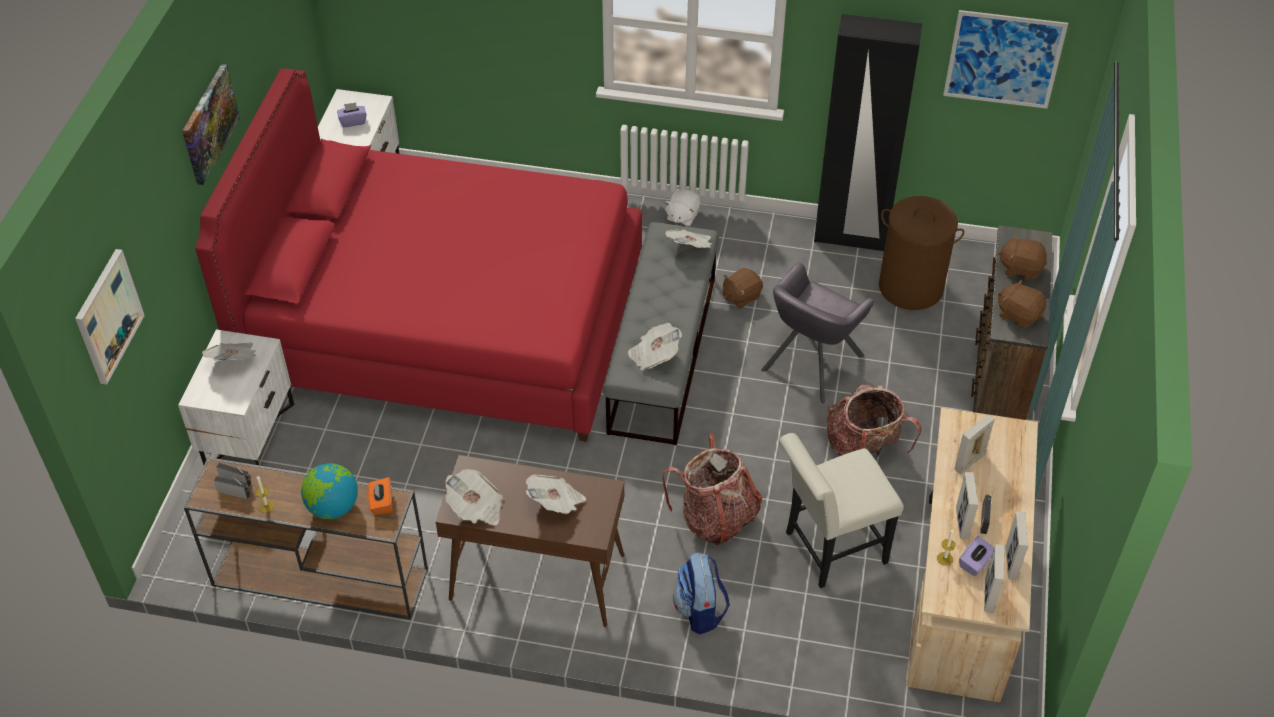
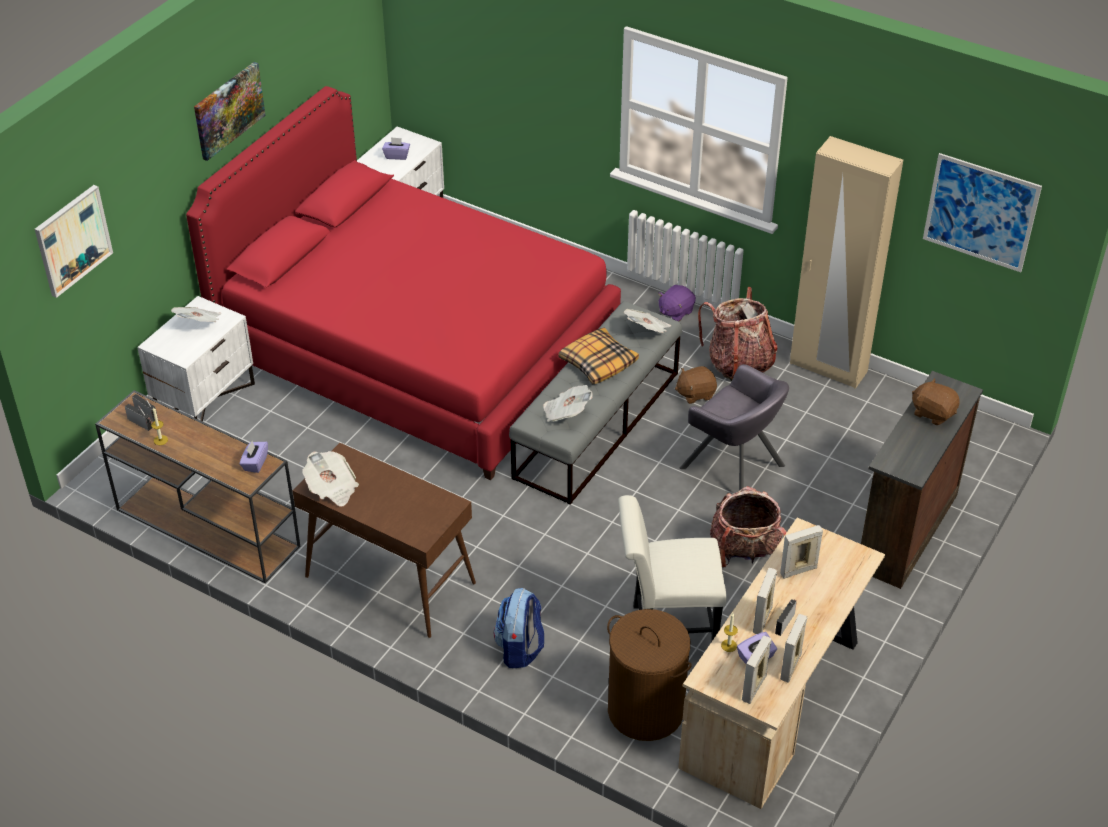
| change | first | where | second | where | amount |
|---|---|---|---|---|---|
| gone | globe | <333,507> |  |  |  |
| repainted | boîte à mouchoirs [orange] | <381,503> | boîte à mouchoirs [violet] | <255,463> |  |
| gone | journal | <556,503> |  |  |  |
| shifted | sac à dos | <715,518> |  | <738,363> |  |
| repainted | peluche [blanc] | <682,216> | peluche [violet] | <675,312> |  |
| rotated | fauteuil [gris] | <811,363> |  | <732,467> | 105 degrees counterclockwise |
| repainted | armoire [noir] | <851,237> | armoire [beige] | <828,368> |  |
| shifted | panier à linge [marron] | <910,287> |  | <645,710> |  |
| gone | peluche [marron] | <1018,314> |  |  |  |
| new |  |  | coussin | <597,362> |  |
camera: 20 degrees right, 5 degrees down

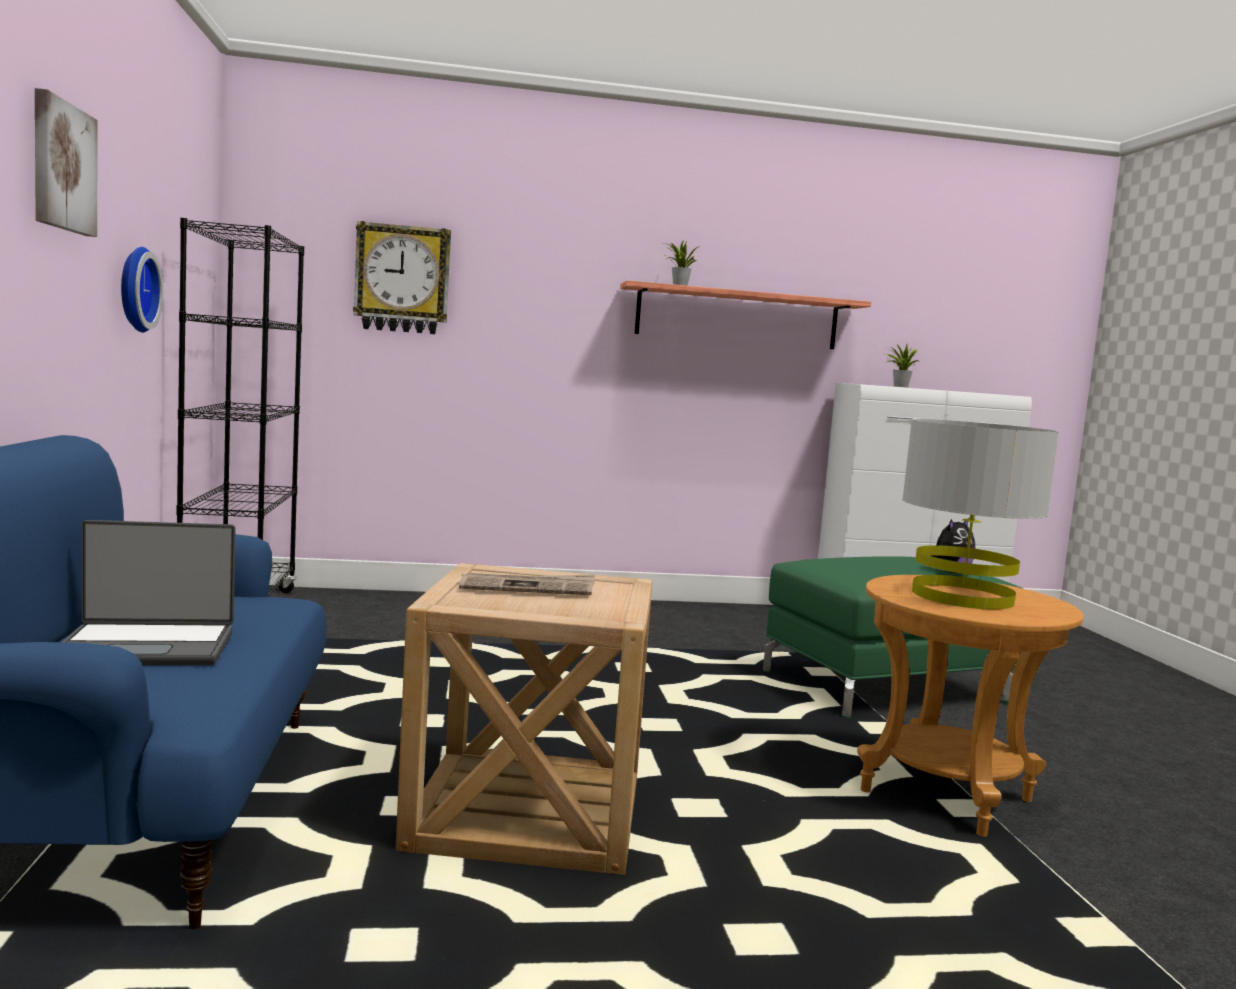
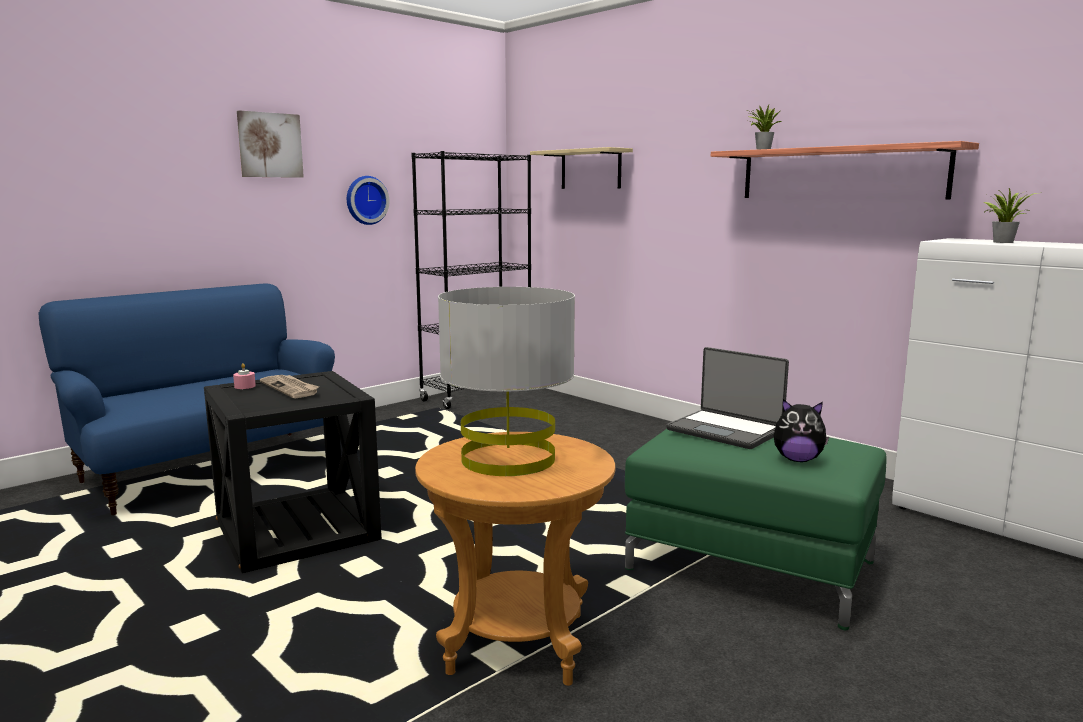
| change | first | where | second | where | amount |
|---|---|---|---|---|---|
| shifted | ordinateur portable | <147,647> |  | <726,430> |  |
| swapped | horloge murale | <402,279> | étagère [beige] | <590,169> |  |
| repainted | table d'appoint [beige] | <527,814> | table d'appoint [noir] | <296,531> |  |
| new |  |  | bougie [rose] | <245,386> |  |
camera: 55 degrees right, 5 degrees up

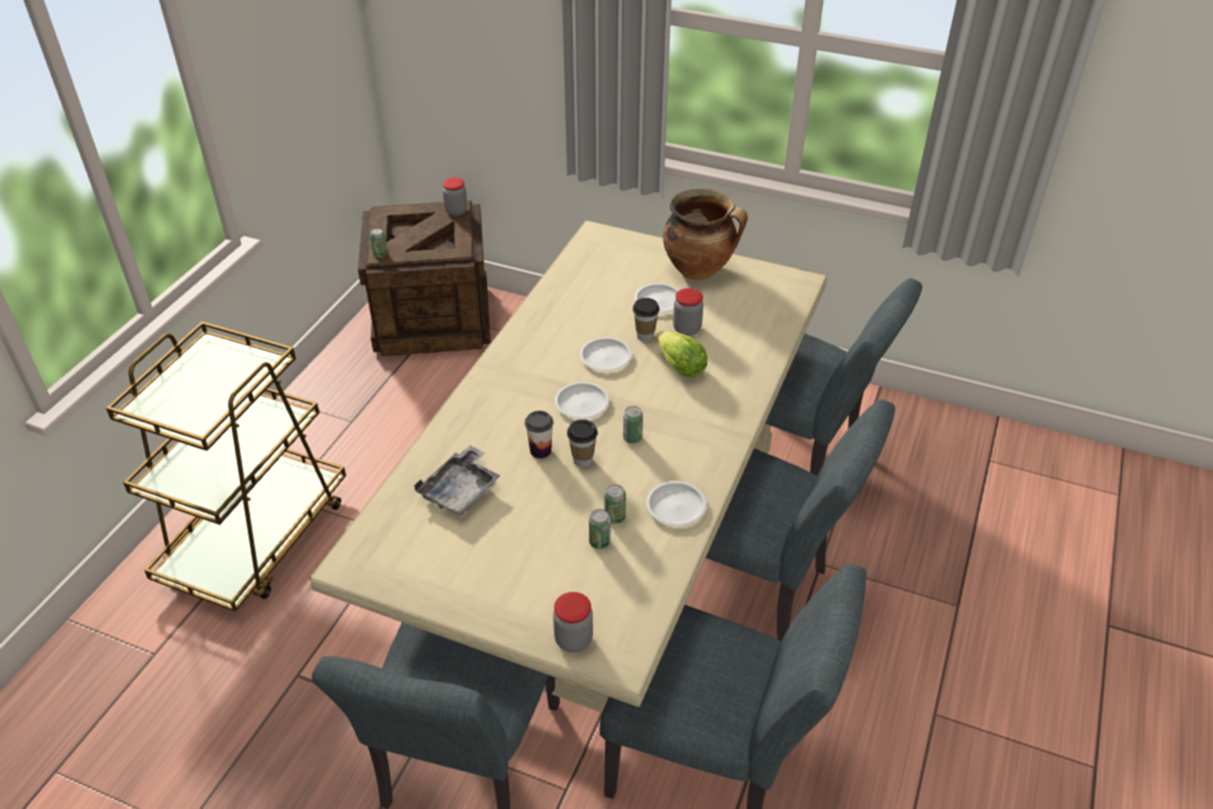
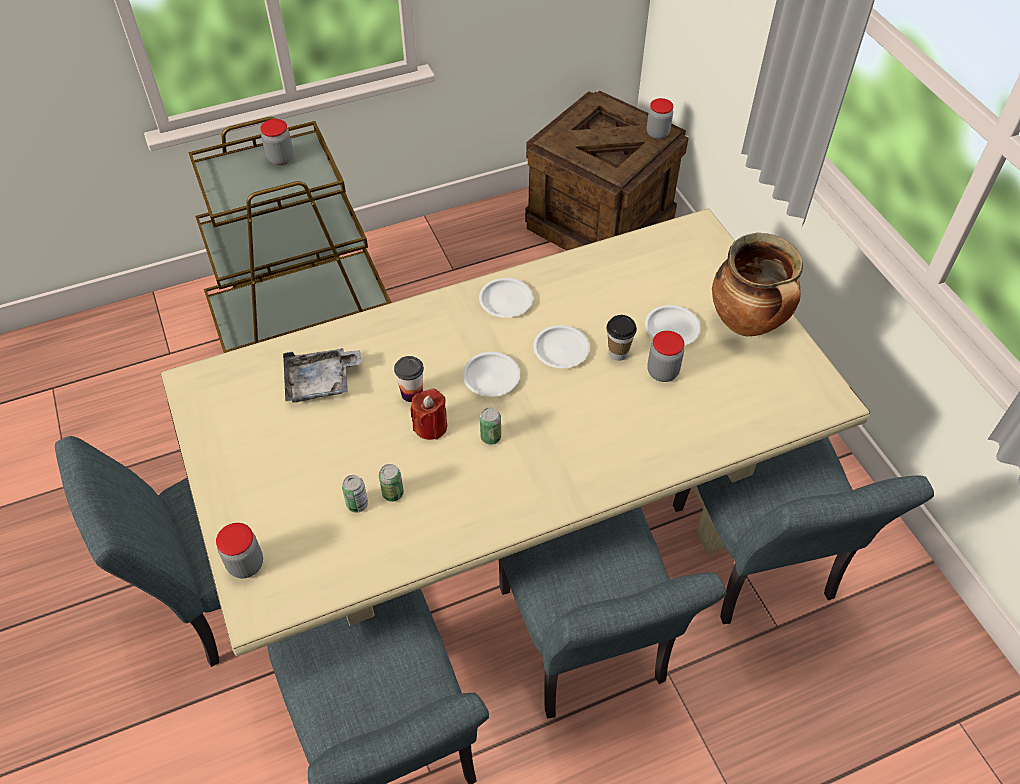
| change | first | where | second | where | amount |
|---|---|---|---|---|---|
| gone | boîte métallique | <380,254> |  |  |  |
| swapped | tasse | <582,460> | bougie [rouge] | <430,426> |  |
| shifted | assiette [blanc] | <676,507> |  | <505,301> |  |
| gone | laitue | <677,366> |  |  |  |
| new |  |  | bocal | <280,158> |  |
camera: 45 degrees right, 10 degrees up

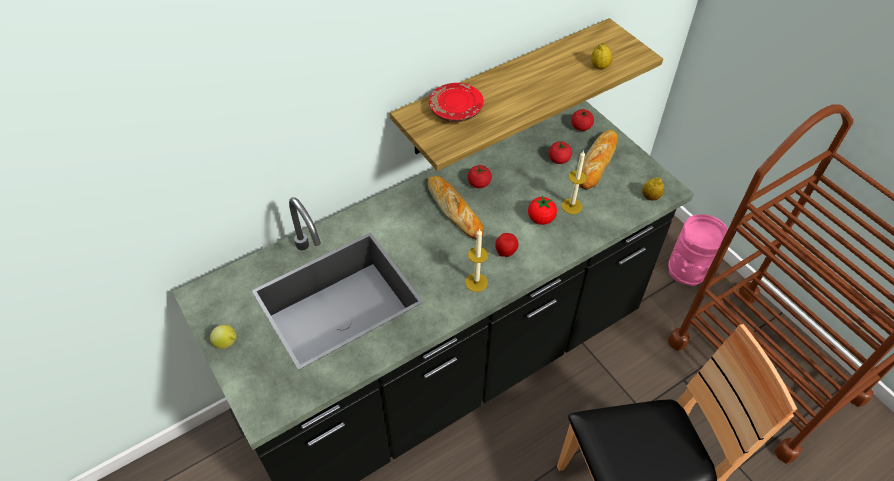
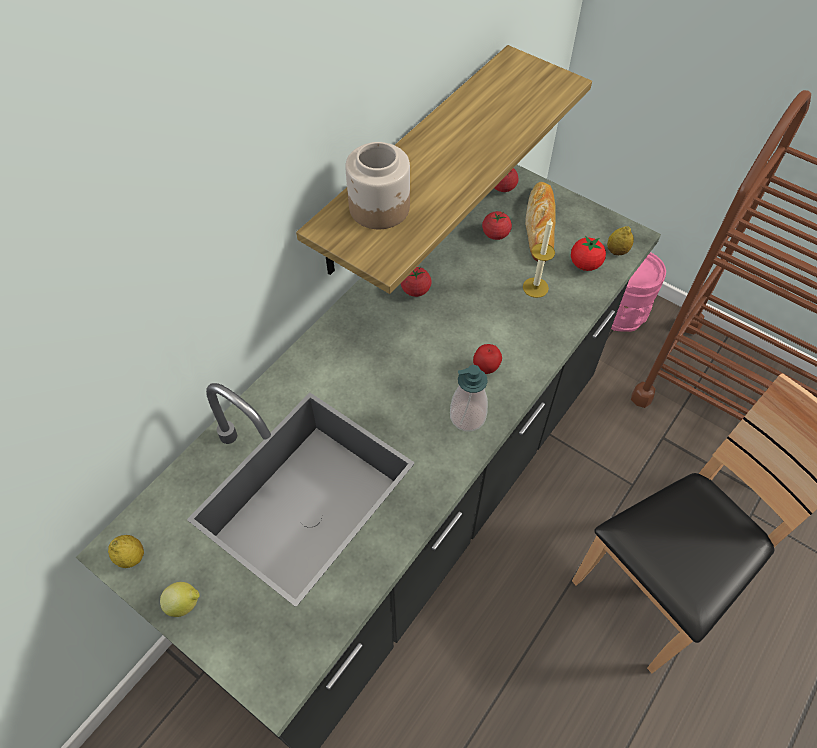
| change | first | where | second | where | amount |
|---|---|---|---|---|---|
| gone | pain | <454,210> |  |  |  |
| swapped | assiette [rouge] | <456,110> | bocal | <380,208> |  |
| swapped | bougie | <476,282> | distributeur de savon | <467,417> |  |
| shifted | tomate | <541,219> |  | <585,264> |  |
| shifted | citron | <599,66> |  | <131,557> |  |
camera: 20 degrees left, 5 degrees up

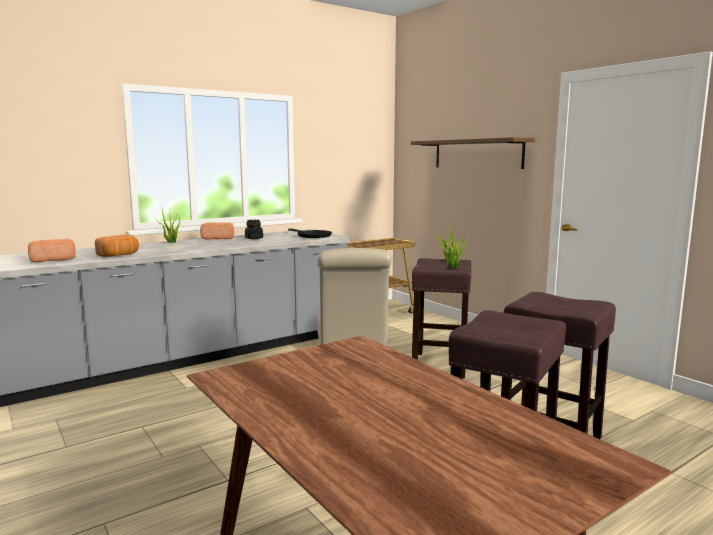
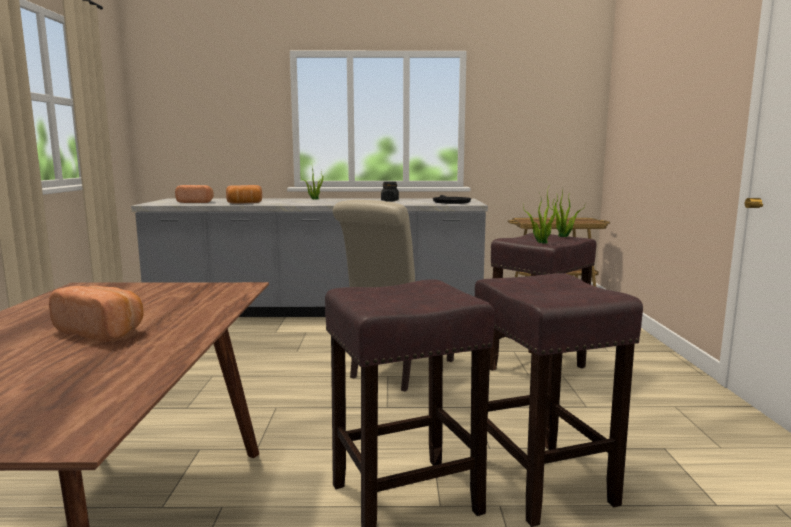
| change | first | where | second | where | amount |
|---|---|---|---|---|---|
| shifted | pain | <218,238> |  | <103,332> |  |
| gone | étagère [marron] | <477,154> |  |  |  |
camera: 35 degrees right, 0 degrees up

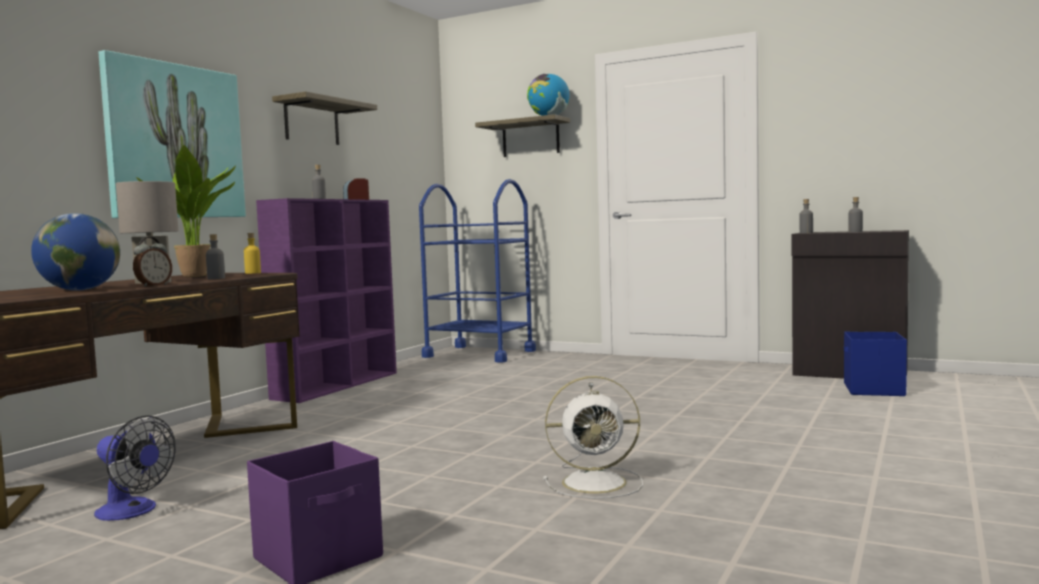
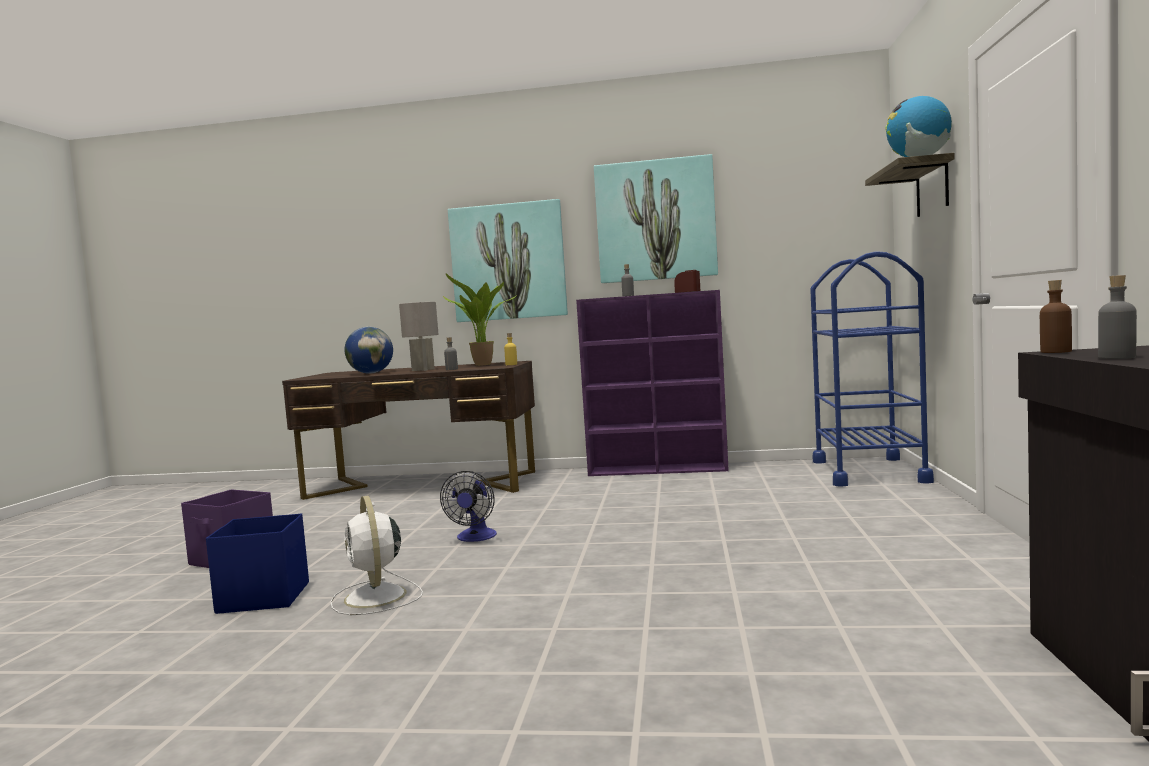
| change | first | where | second | where | amount |
|---|---|---|---|---|---|
| shifted | ventilateur | <133,511> |  | <475,538> |  |
| gone | réveil | <153,285> |  |  |  |
| swapped | étagère | <312,122> | tableau | <655,220> |  |
| repainted | bouteille [gris] | <806,233> | bouteille [marron] | <1055,351> |  |
| shifted | boîte de rangement [bleu] | <873,390> |  | <262,597> |  |
camera: 70 degrees right, 0 degrees up

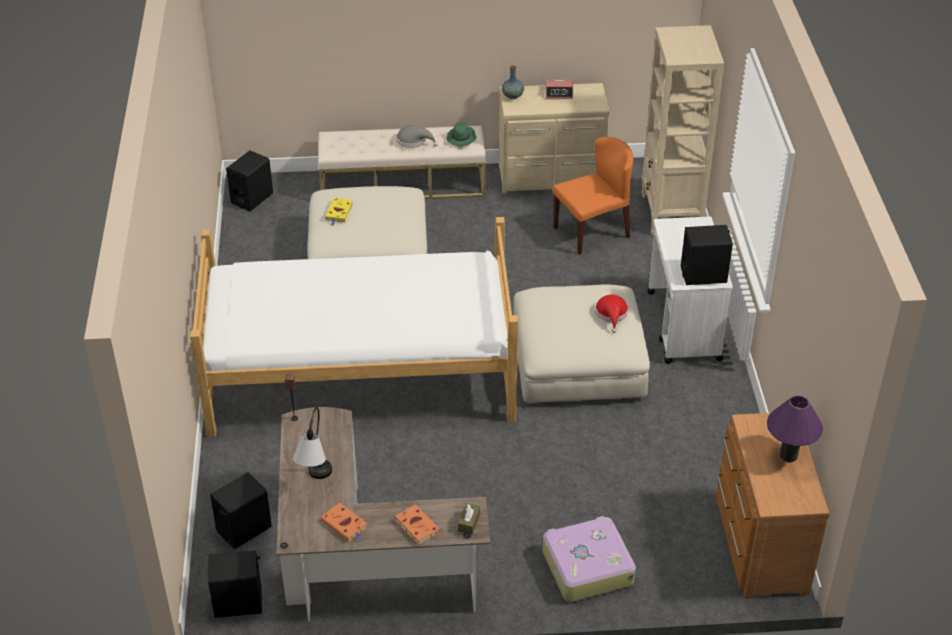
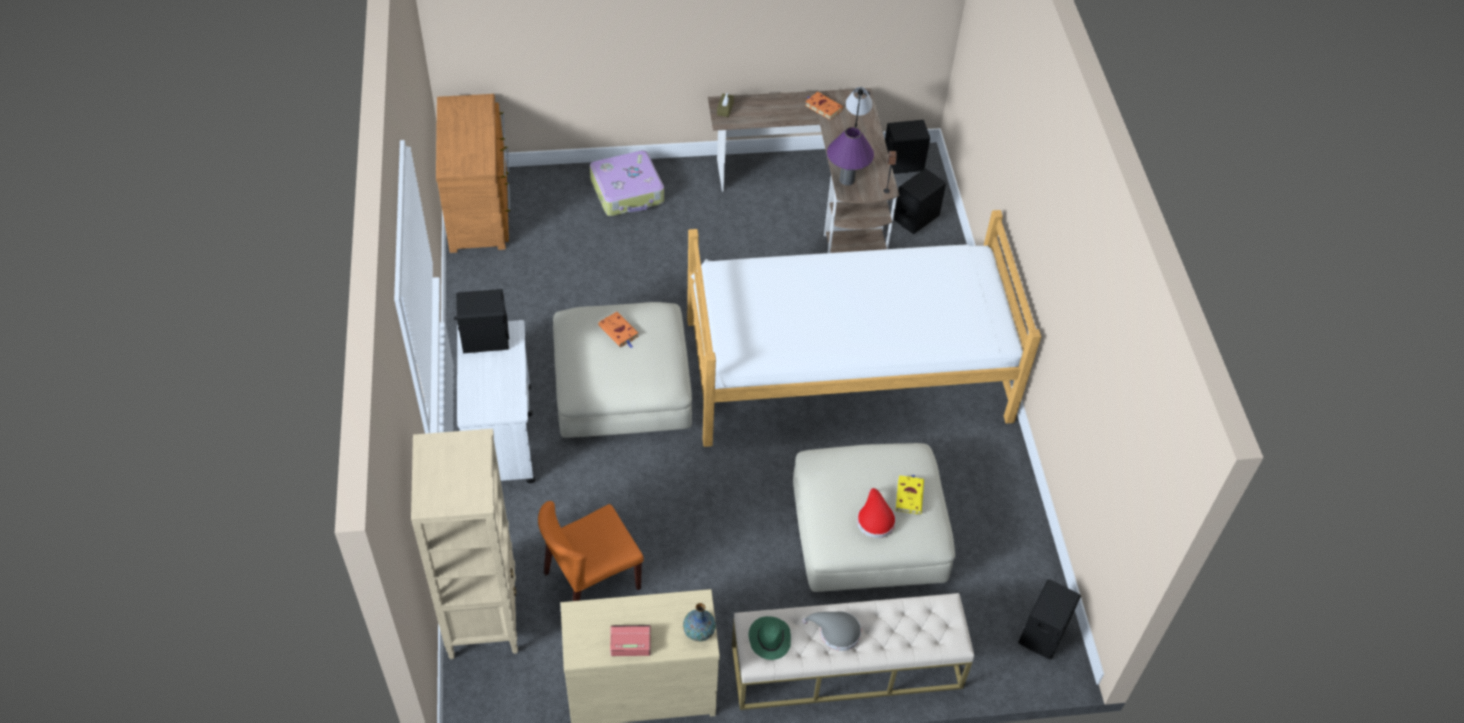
| change | first | where | second | where | amount |
|---|---|---|---|---|---|
| shifted | livre [orange] | <416,526> |  | <619,332> |  |
| shifted | chapeau [rouge] | <612,314> |  | <875,519> |  |
| shifted | lampe de table [violet] | <788,455> |  | <846,180> |  |
camera: 175 degrees right, 10 degrees up

